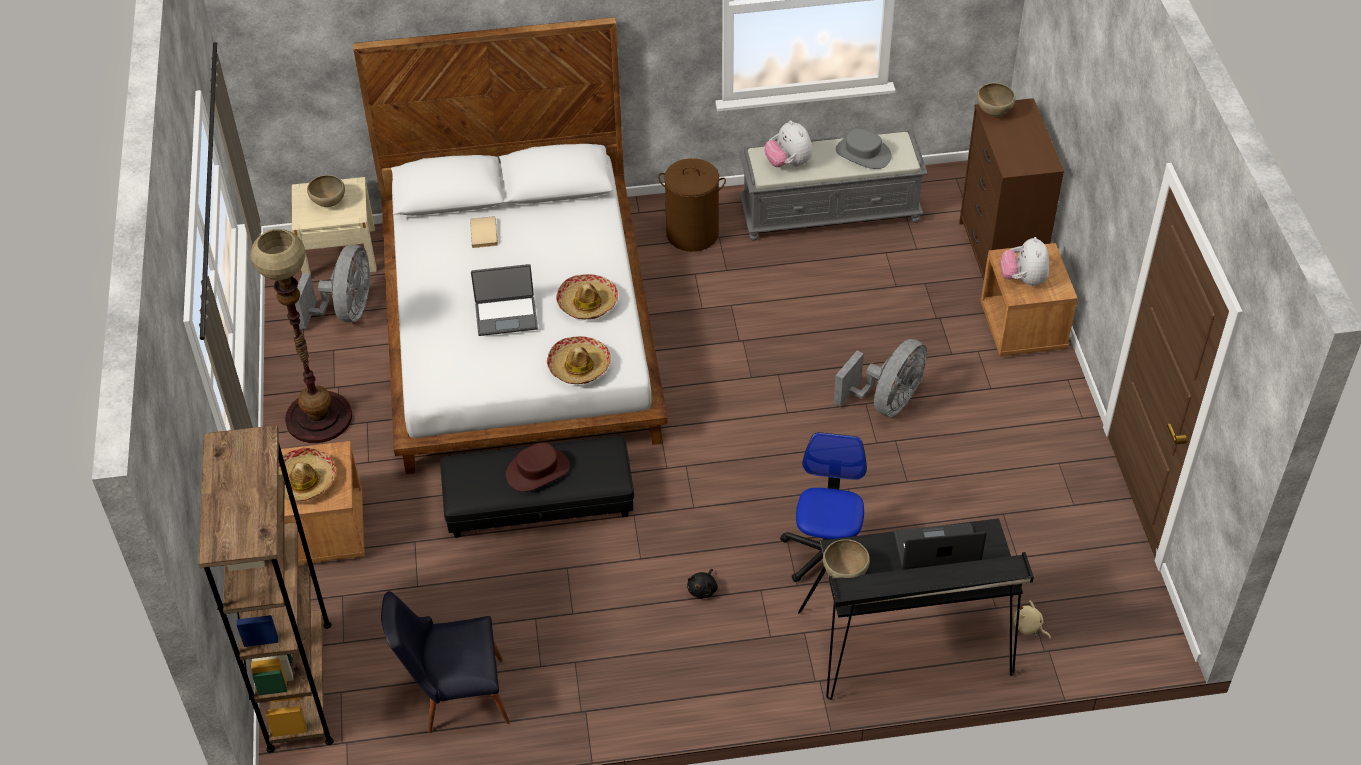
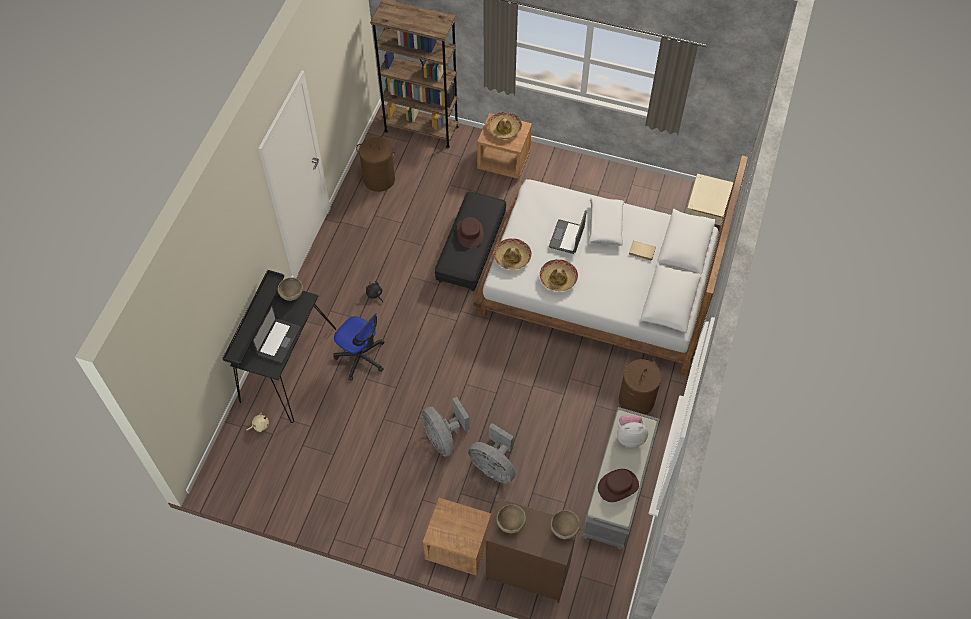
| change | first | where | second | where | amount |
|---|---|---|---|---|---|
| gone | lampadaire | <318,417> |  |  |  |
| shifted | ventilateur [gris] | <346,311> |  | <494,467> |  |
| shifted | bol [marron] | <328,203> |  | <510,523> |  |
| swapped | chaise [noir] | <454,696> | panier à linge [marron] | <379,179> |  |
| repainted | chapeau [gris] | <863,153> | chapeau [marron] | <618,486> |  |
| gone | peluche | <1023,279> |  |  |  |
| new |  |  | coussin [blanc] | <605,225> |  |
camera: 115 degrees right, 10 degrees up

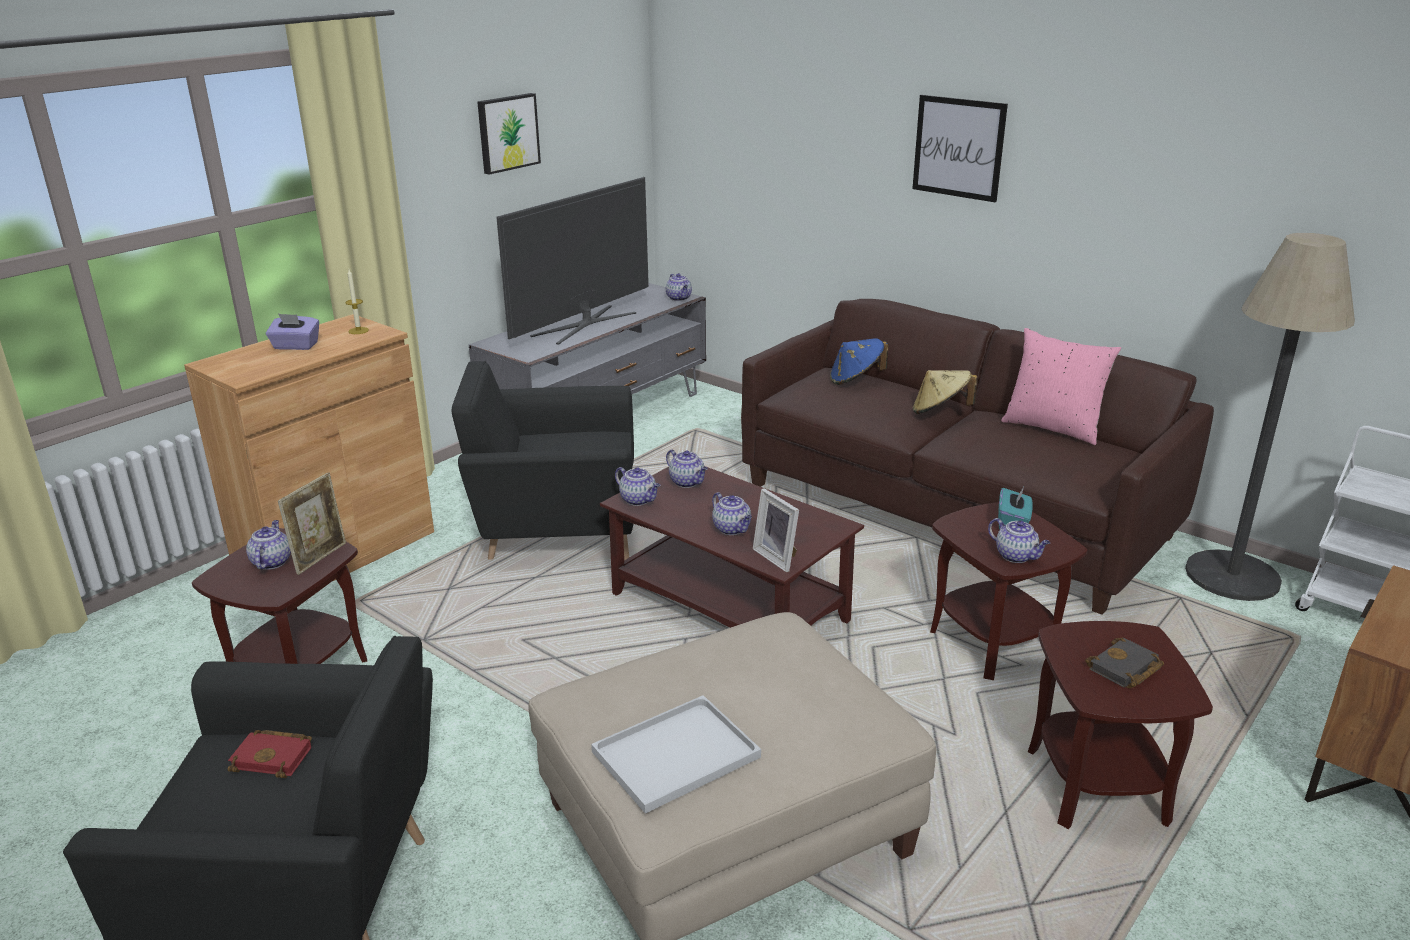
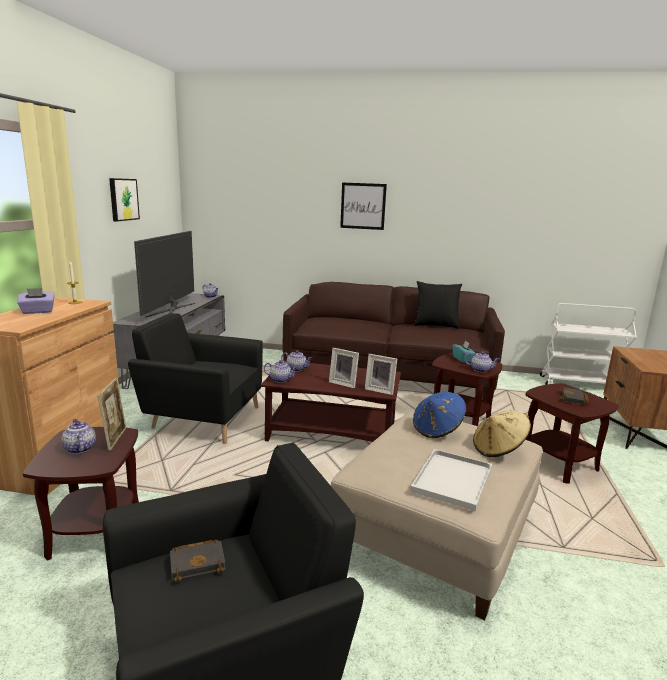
| change | first | where | second | where | amount |
|---|---|---|---|---|---|
| repainted | livre [rouge] | <275,757> | livre [noir] | <199,562> |  |
| rotated | fauteuil [noir] | <556,530> |  | <202,419> | 45 degrees clockwise |
| swapped | théière | <732,529> | cadre photo | <344,383> |  |
| shifted | chapeau [bleu] | <856,380> |  | <437,429> |  |
| shifted | chapeau [beige] | <940,411> |  | <499,449> |  |
| repainted | coussin [rose] | <1053,428> | coussin [noir] | <436,325> |  |
| gone | lampadaire | <1232,576> |  |  |  |
camera: 30 degrees left, 10 degrees down

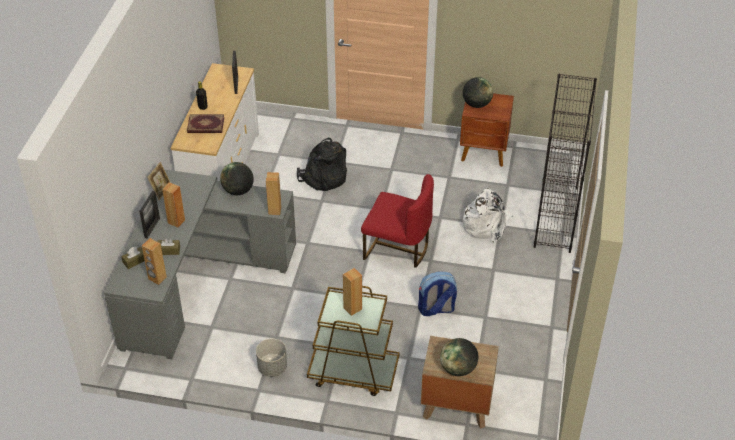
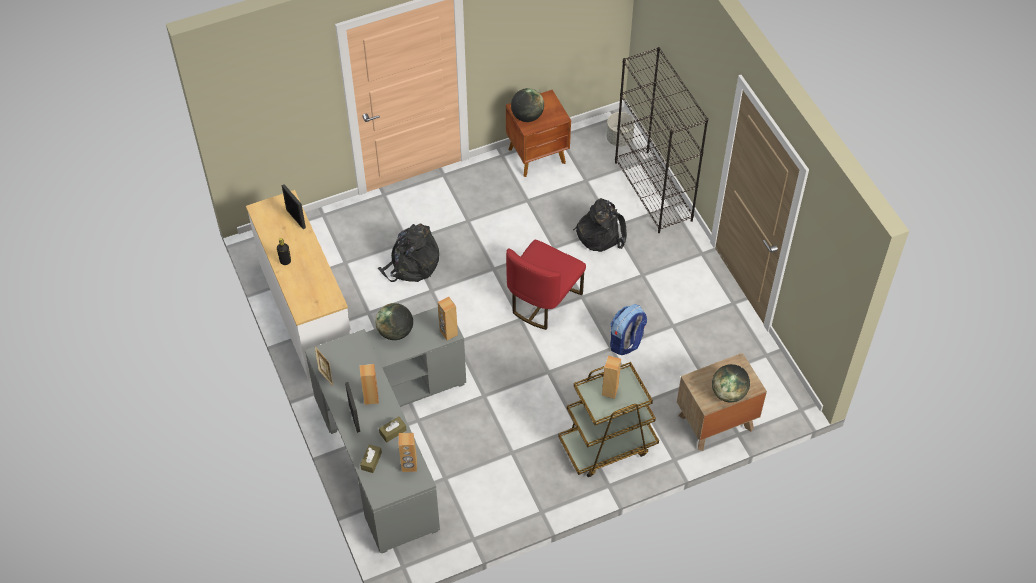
| change | first | where | second | where | amount |
|---|---|---|---|---|---|
| gone | livre | <206,125> |  |  |  |
| shifted | cache-pot [gris] | <272,368> |  | <619,139> |  |
| rotated | chaise [rouge] | <397,249> |  | <543,301> | 135 degrees clockwise |
| repainted | sac à dos [blanc] | <486,225> | sac à dos [noir] | <600,232> |  |
camera: 35 degrees left, 10 degrees up

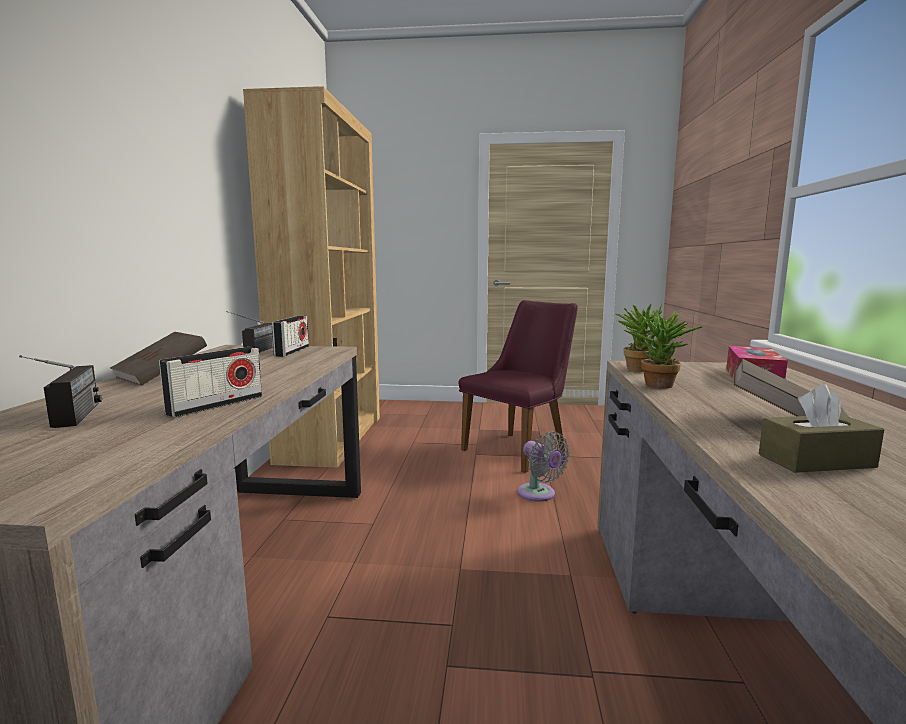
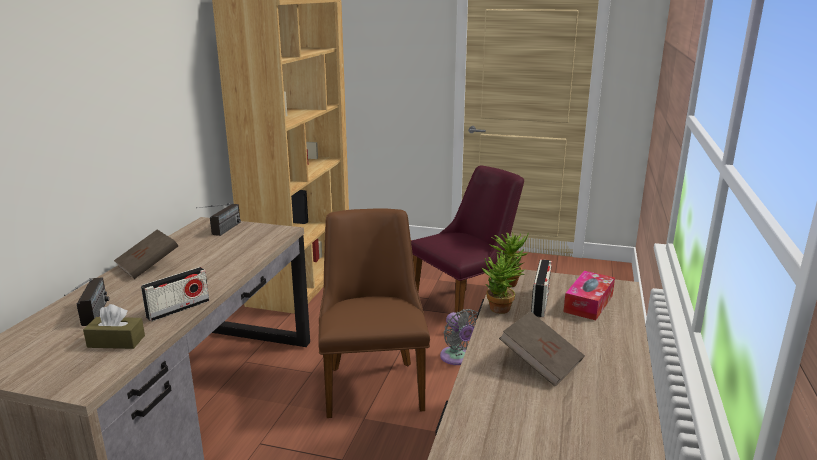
| change | first | where | second | where | amount |
|---|---|---|---|---|---|
| shifted | radio | <292,351> |  | <540,302> |  |
| shifted | boîte à mouchoirs [marron] | <816,461> |  | <116,341> |  |
| new |  |  | chaise [marron] | <373,381> |  |
camera: 10 degrees right, 10 degrees up

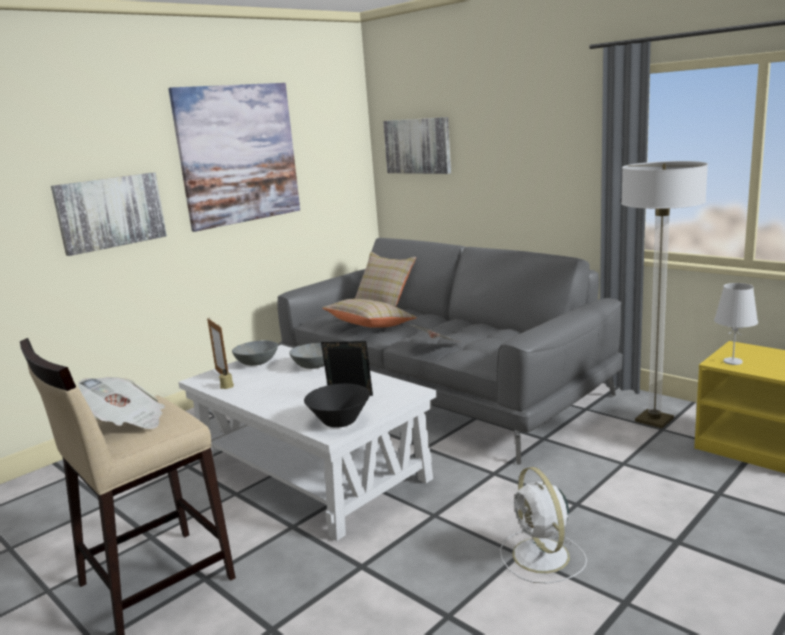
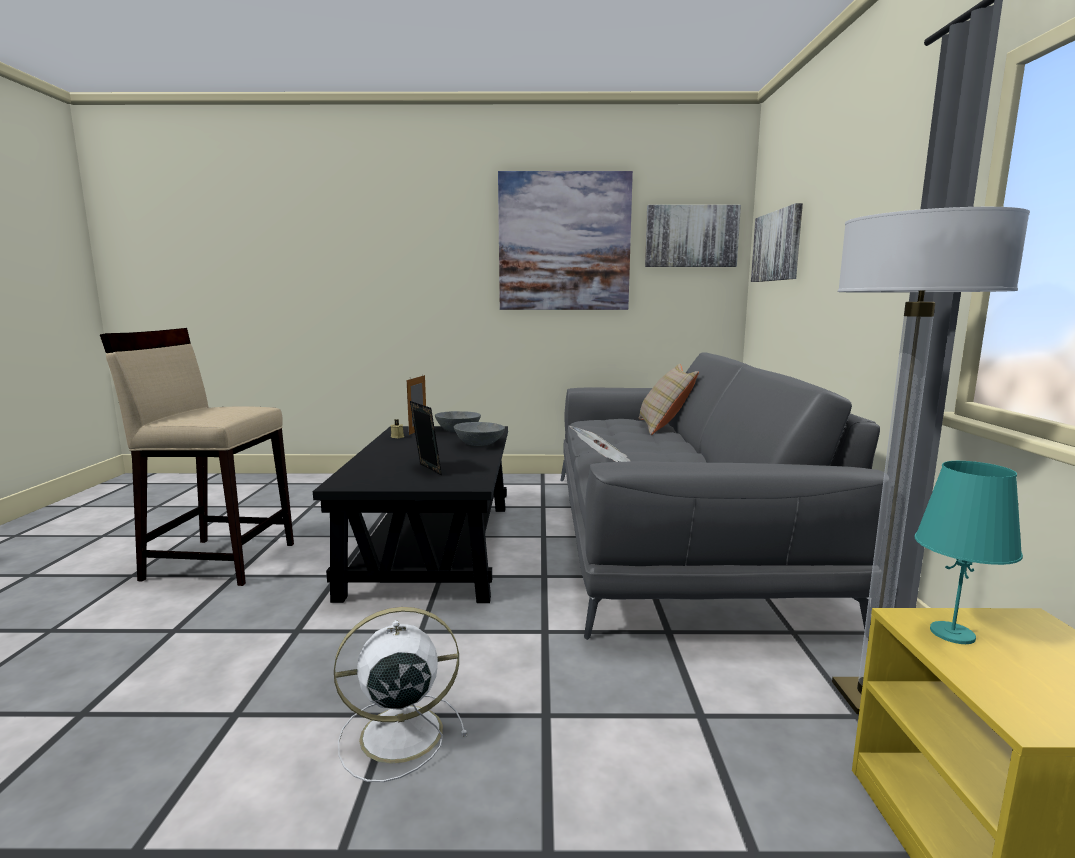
| change | first | where | second | where | amount |
|---|---|---|---|---|---|
| shifted | tableau | <110,212> |  | <691,236> |  |
| gone | journal | <126,422> |  |  |  |
| repainted | table basse [blanc] | <312,471> | table basse [noir] | <434,547> |  |
| gone | bol [noir] | <339,421> |  |  |  |
| gone | coussin [beige] | <370,327> |  |  |  |
| rotated | ventilateur [blanc] | <542,557> |  | <397,734> | 45 degrees clockwise |
| repainted | lampe de table [blanc] | <732,361> | lampe de table [turquoise] | <951,633> |  |
camera: 45 degrees right, 5 degrees down

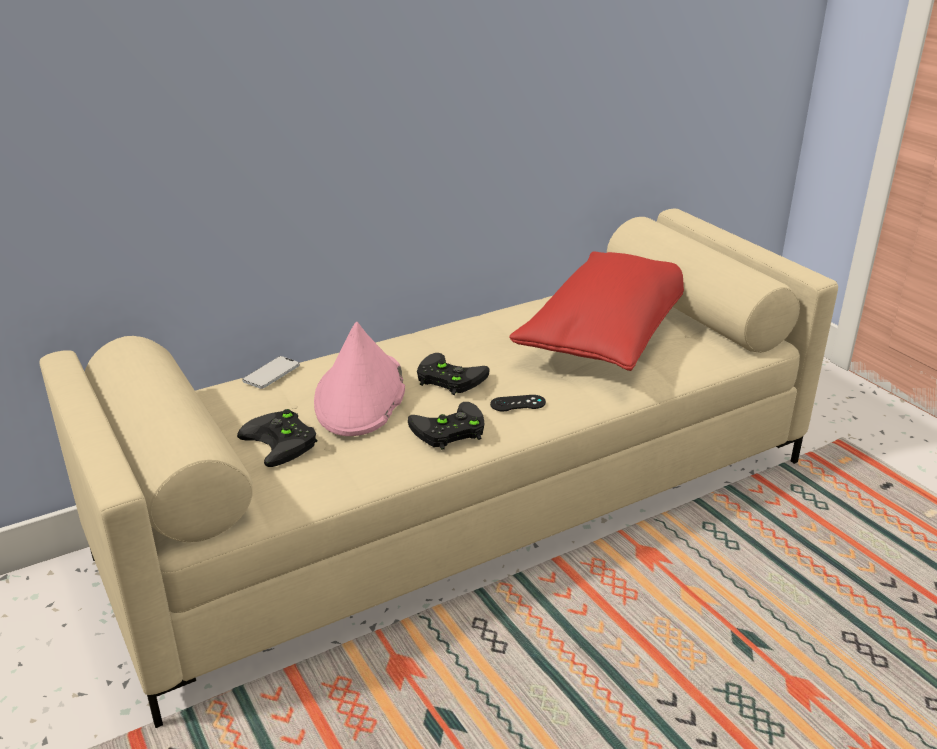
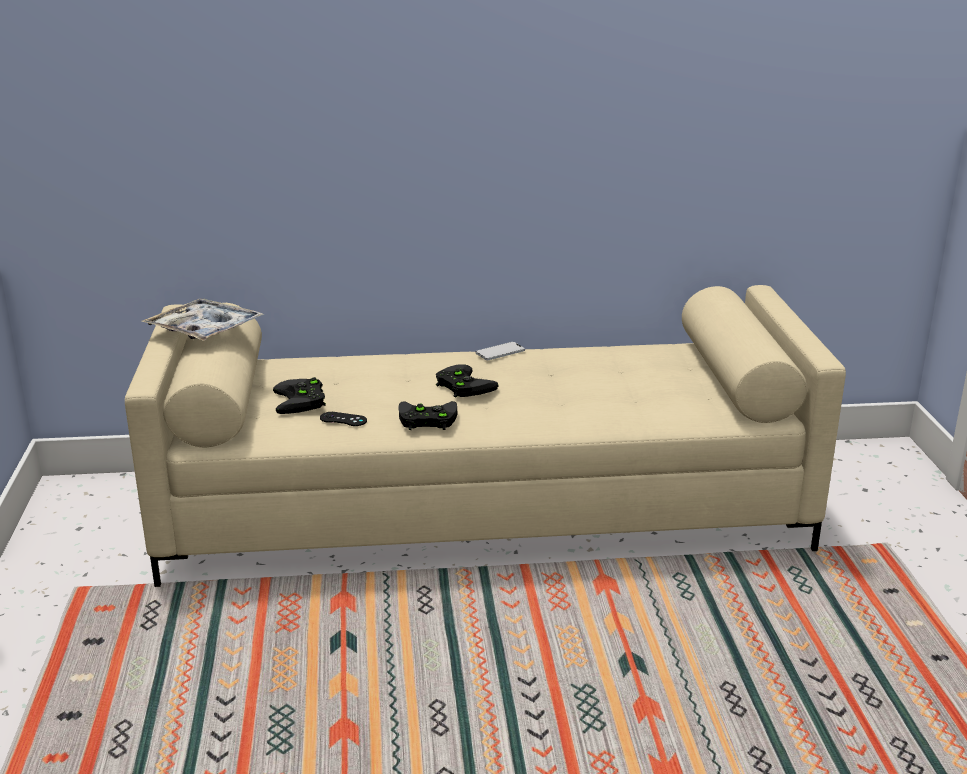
| change | first | where | second | where | amount |
|---|---|---|---|---|---|
| shifted | téléphone | <271,373> |  | <500,352> |  |
| gone | chapeau [rose] | <360,396> |  |  |  |
| shifted | manette [noir] | <518,403> |  | <343,419> |  |
| gone | coussin [rouge] | <607,334> |  |  |  |
| new |  |  | plateau | <204,330> |  |
camera: 25 degrees right, 5 degrees down

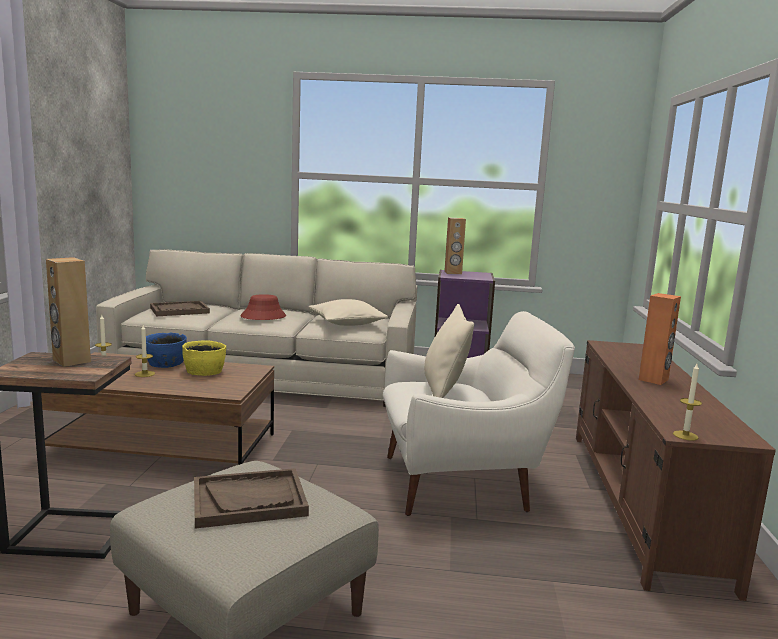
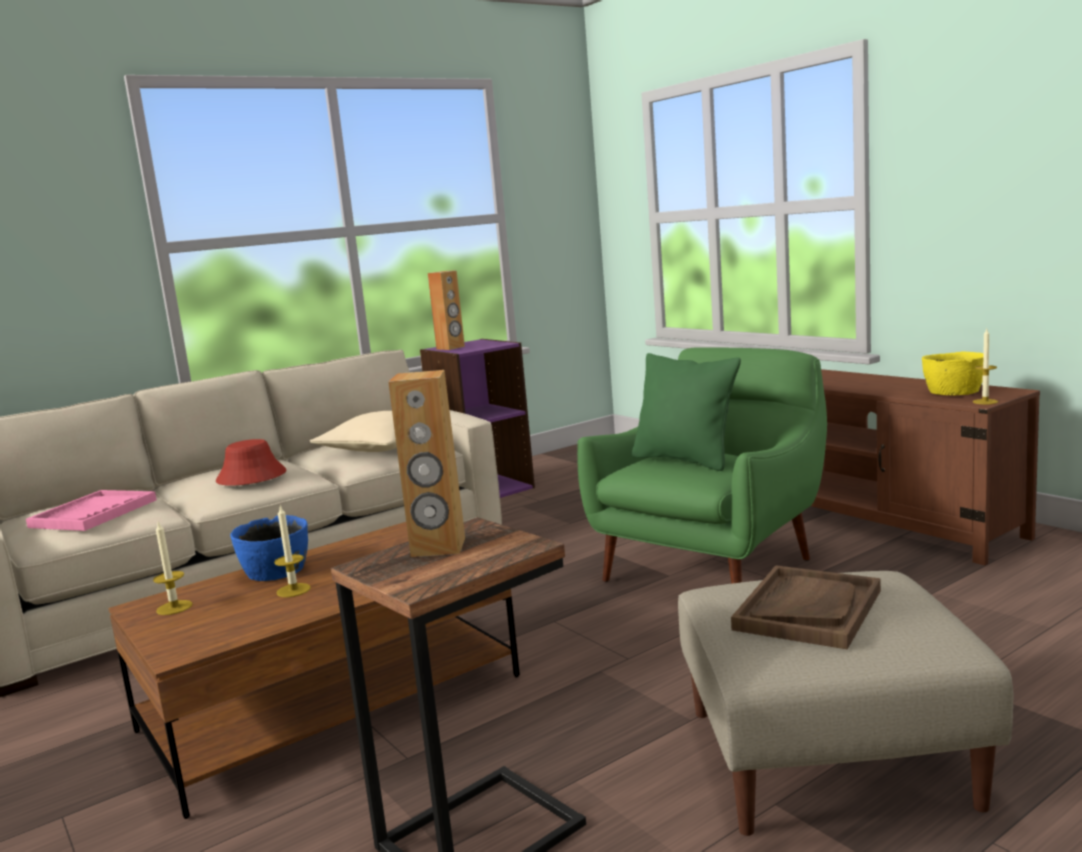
| change | first | where | second | where | amount |
|---|---|---|---|---|---|
| repainted | plateau [marron] | <179,310> | plateau [rose] | <94,513> |  |
| shifted | bol [jaune] | <205,371> |  | <953,392> |  |
| repainted | fauteuil [blanc] | <462,482> | fauteuil [vert] | <712,566> |  |
| repainted | coussin [beige] | <444,391> | coussin [vert] | <685,460> |  |
| gone | enceinte [orange] | <654,380> |  |  |  |
camera: 40 degrees left, 0 degrees up

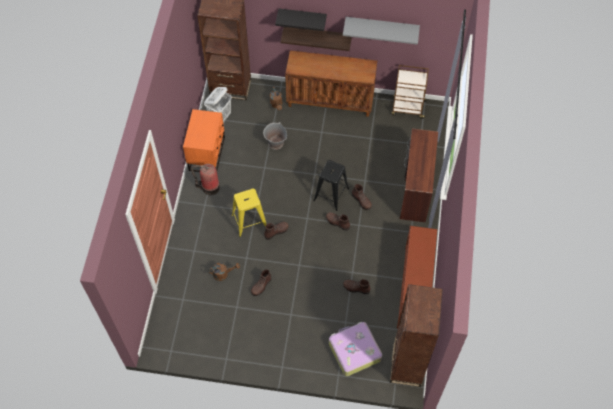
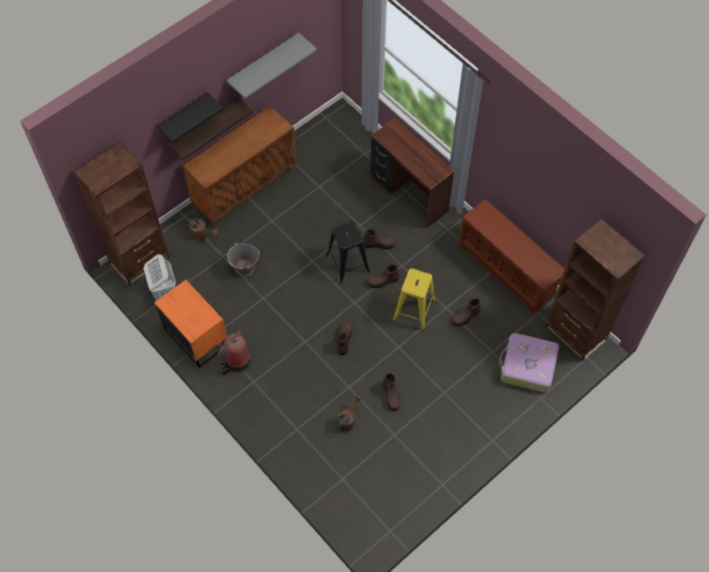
| change | first | where | second | where | amount |
|---|---|---|---|---|---|
| shifted | tabouret [jaune] | <249,221> |  | <414,310> |  |
| gone | chariot [marron] | <407,108> |  |  |  |
camera: 50 degrees left, 0 degrees up

